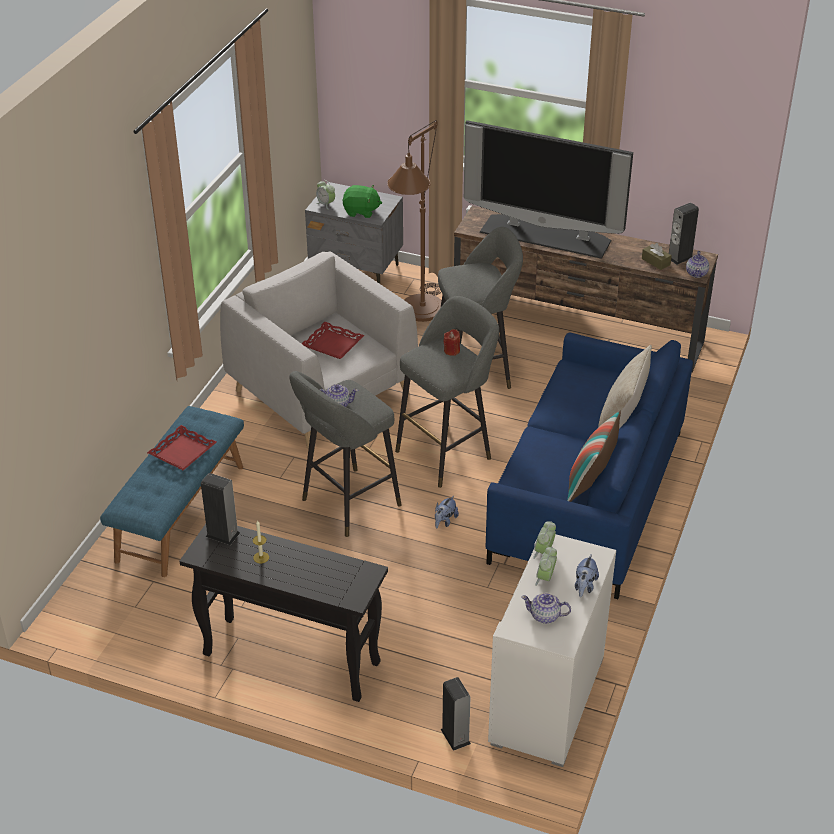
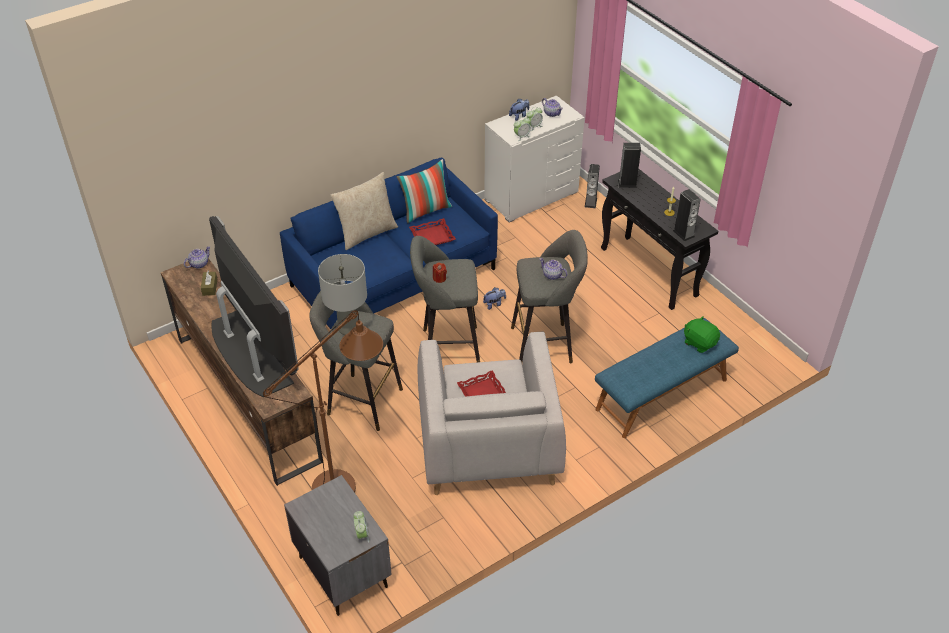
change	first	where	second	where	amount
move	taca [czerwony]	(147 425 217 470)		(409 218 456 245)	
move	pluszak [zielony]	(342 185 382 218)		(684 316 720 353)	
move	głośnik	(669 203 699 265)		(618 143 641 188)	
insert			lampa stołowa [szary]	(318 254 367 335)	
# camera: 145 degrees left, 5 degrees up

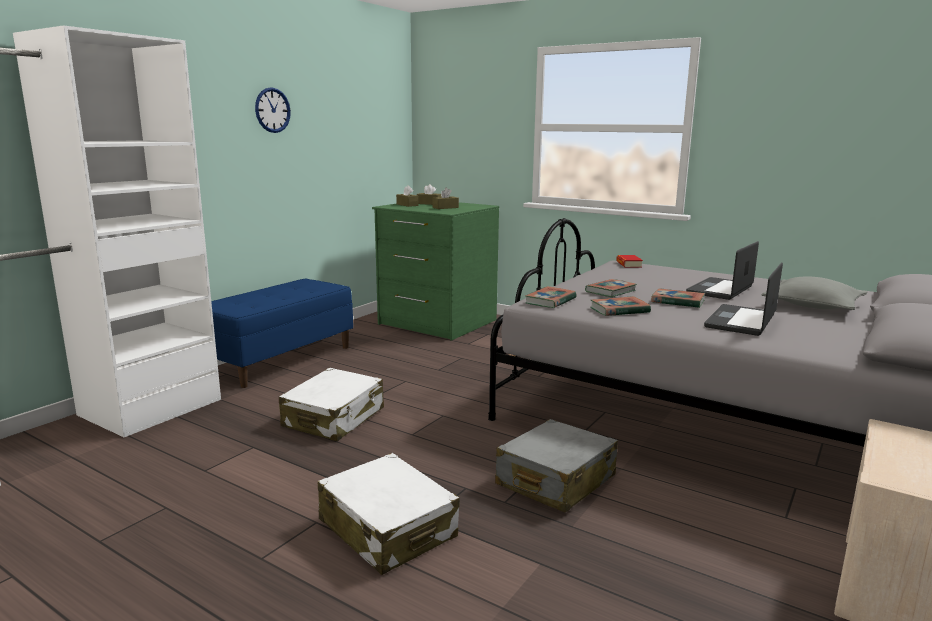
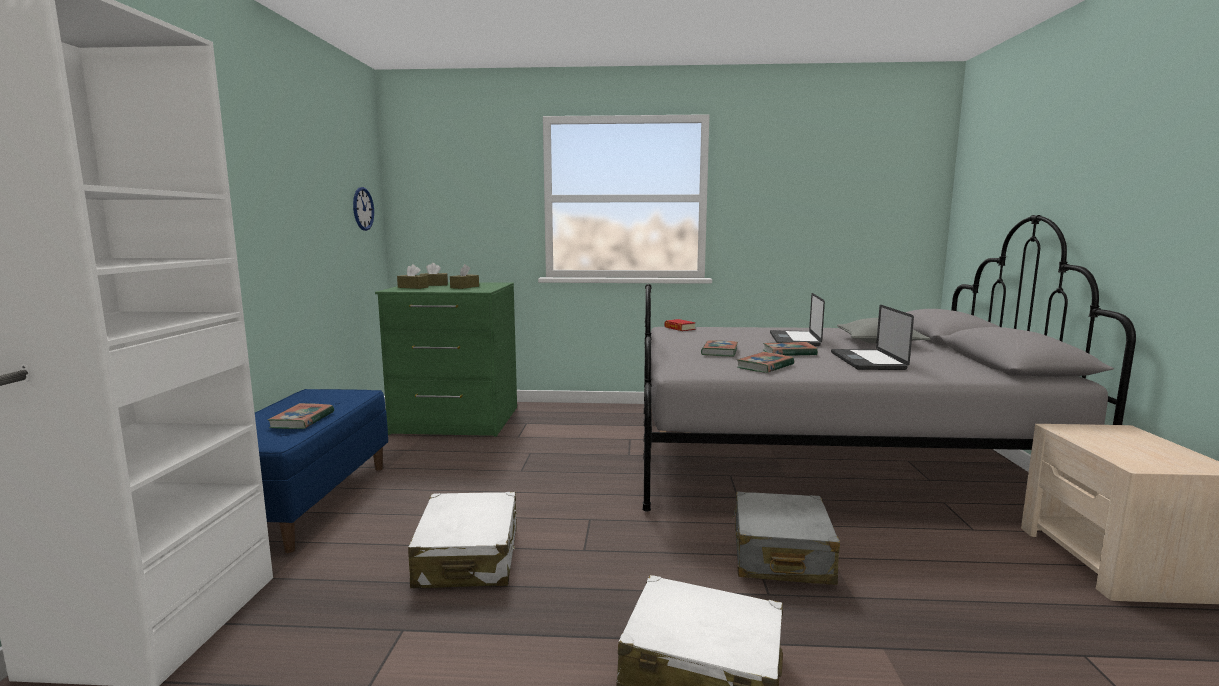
change	first	where	second	where	amount
move	zegar ścienny	(255 87 291 133)		(353 187 374 231)	
move	książka	(525 286 577 308)		(268 403 334 429)	
# camera: 30 degrees left, 5 degrees down

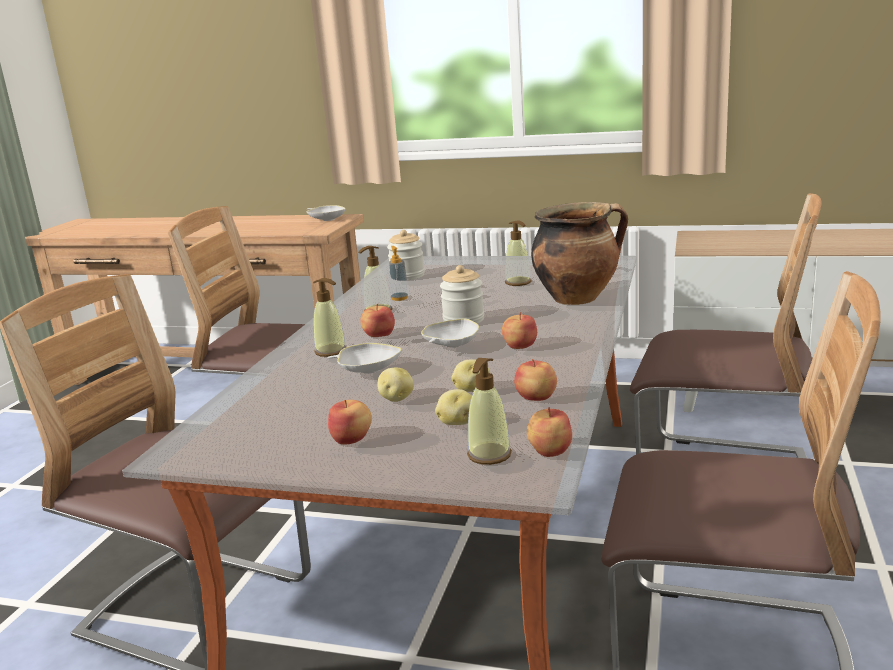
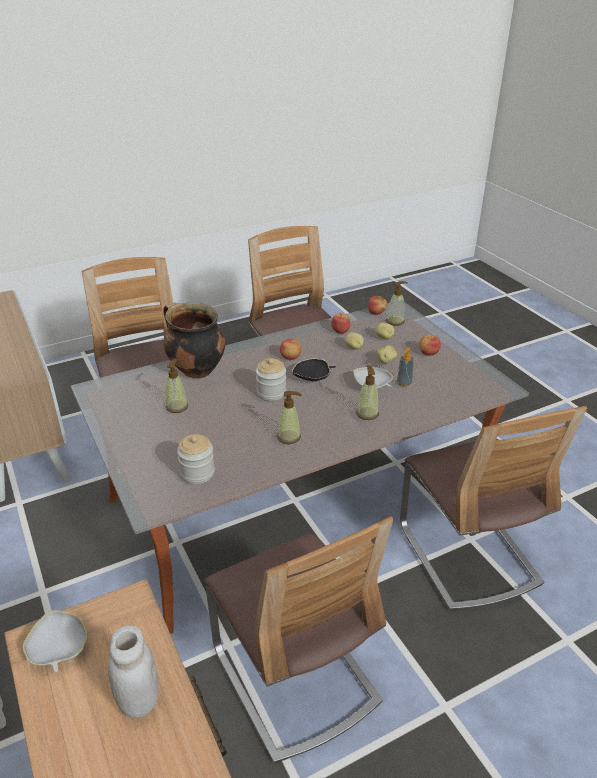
change	first	where	second	where	amount
delete	jabłko	(360 304 395 337)			
move	dozownik mydła	(388 246 409 301)		(397 347 414 387)	
recolor	miska [biały]	(421 318 479 348)	miska [czarny]	(292 358 336 381)	
insert			słoik [biały]	(108 625 159 718)	
# camera: 135 degrees left, 15 degrees up

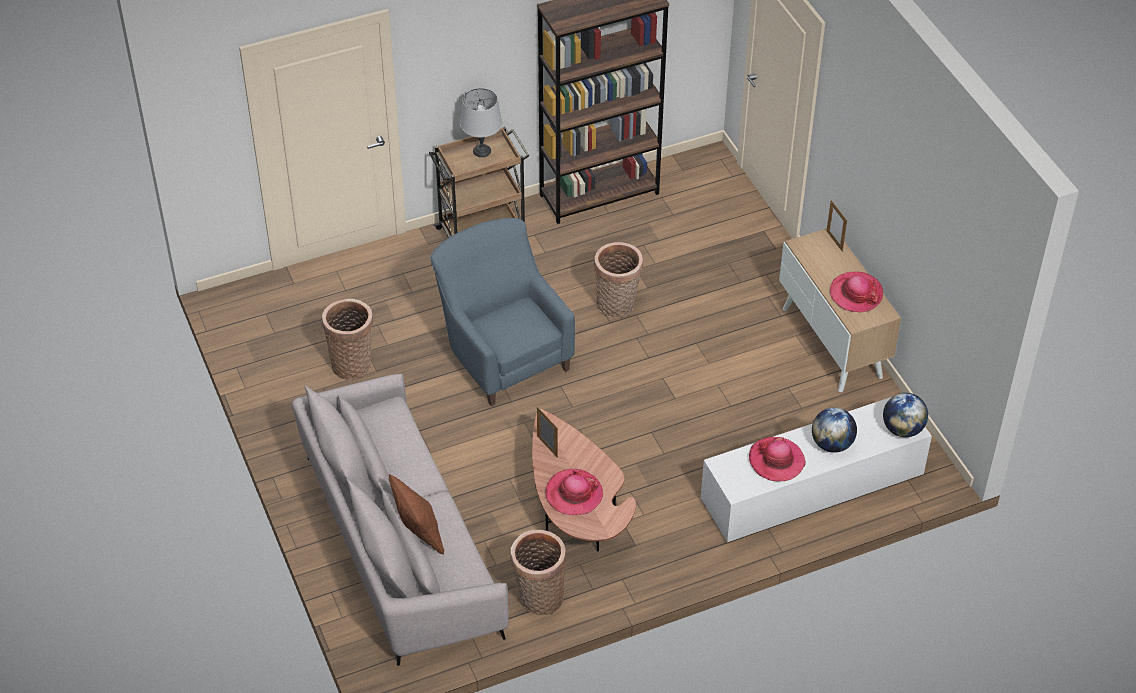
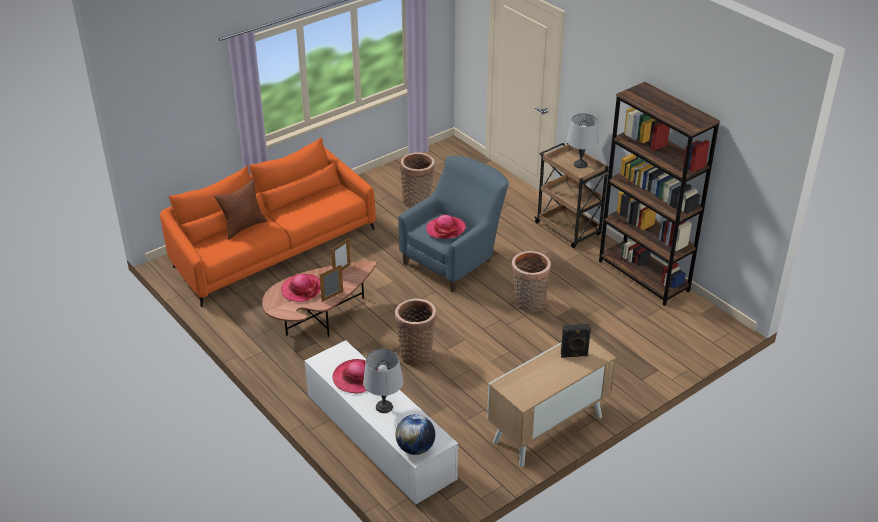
change	first	where	second	where	amount
recolor	kanapa [szary]	(292 374 509 666)	kanapa [pomarańczowy]	(160 137 376 307)	
move	koszyk	(510 530 567 616)		(395 299 436 367)	
replace	globus	(812 408 857 453)	lampa stołowa [szary]	(363 349 403 413)	
move	ramka na zdjęcie	(827 200 847 252)		(319 265 343 302)	
move	kapelusz	(830 271 883 312)		(426 215 466 239)	
insert			głośnik [czarny]	(561 324 591 358)	
# camera: 75 degrees right, 10 degrees down

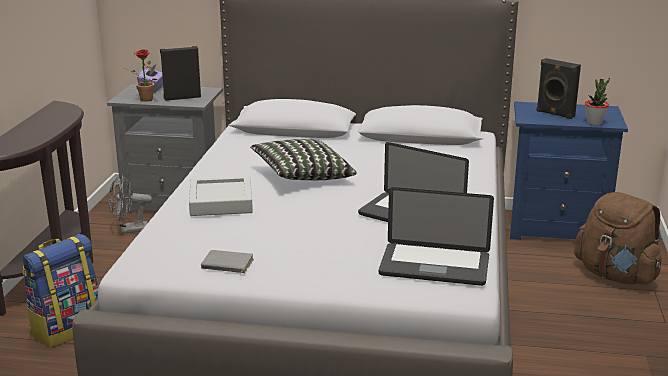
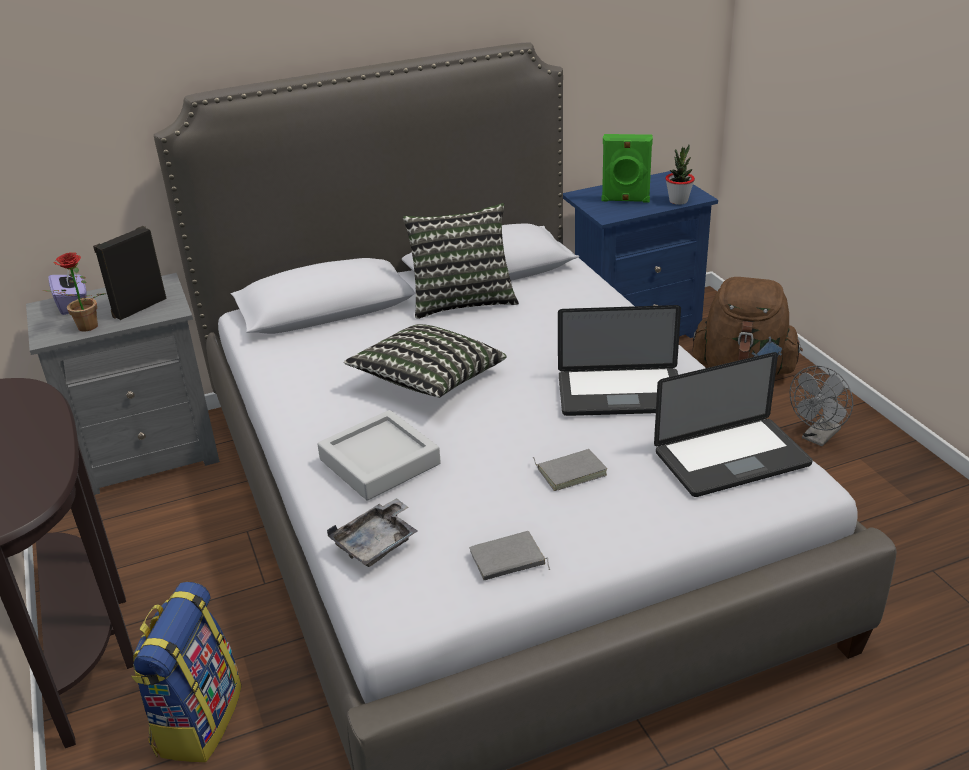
change	first	where	second	where	amount
move	wentylator [szary]	(109 174 152 234)		(789 366 853 446)	
recolor	głośnik [czarny]	(536 58 581 119)	głośnik [zielony]	(602 134 653 203)	
insert			taca [szary]	(327 498 418 567)	
insert			poduszka	(403 203 519 319)	
insert			książka [szary]	(532 449 607 491)	
# camera: 30 degrees left, 10 degrees up

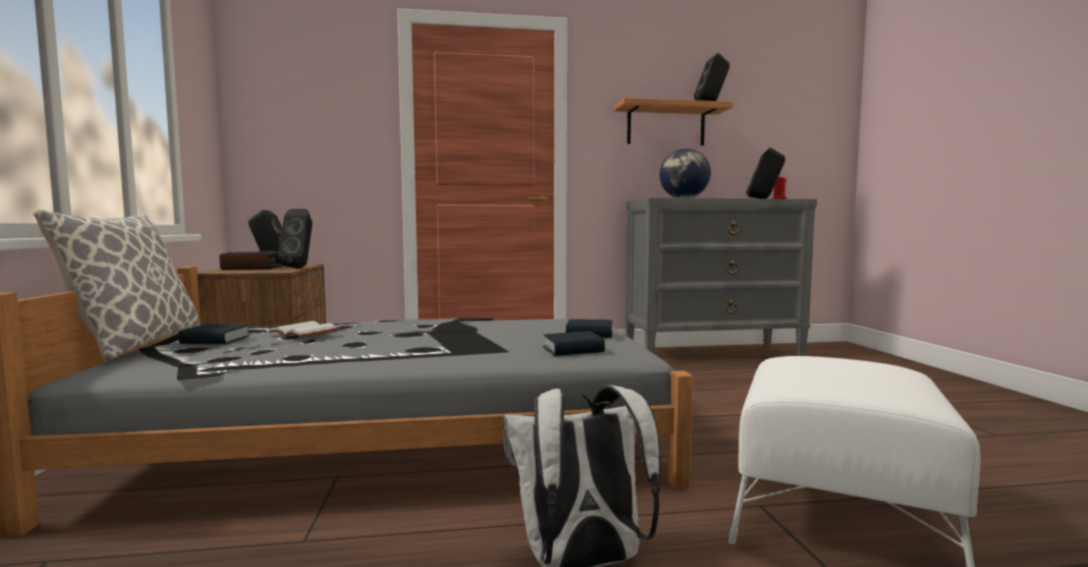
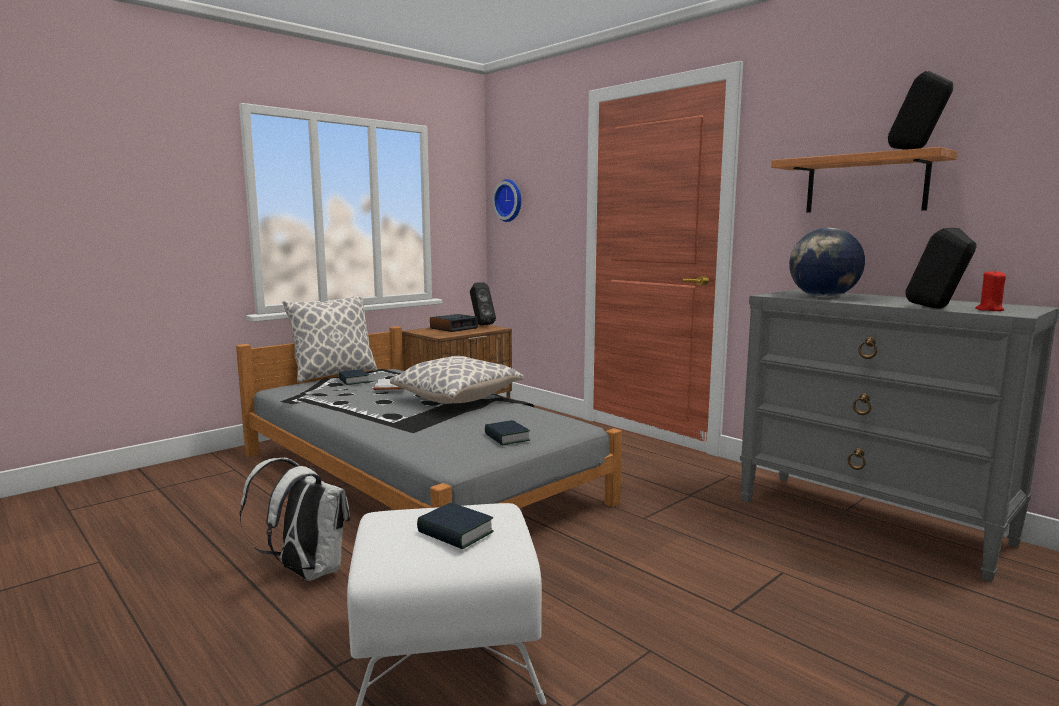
change	first	where	second	where	amount
delete	głośnik [czarny]	(277 209 312 268)			
move	książka	(543 331 605 356)		(417 503 494 549)	
insert			poduszka	(390 356 523 403)	
insert			zegar ścienny	(492 179 522 222)	
# camera: 55 degrees right, 5 degrees up

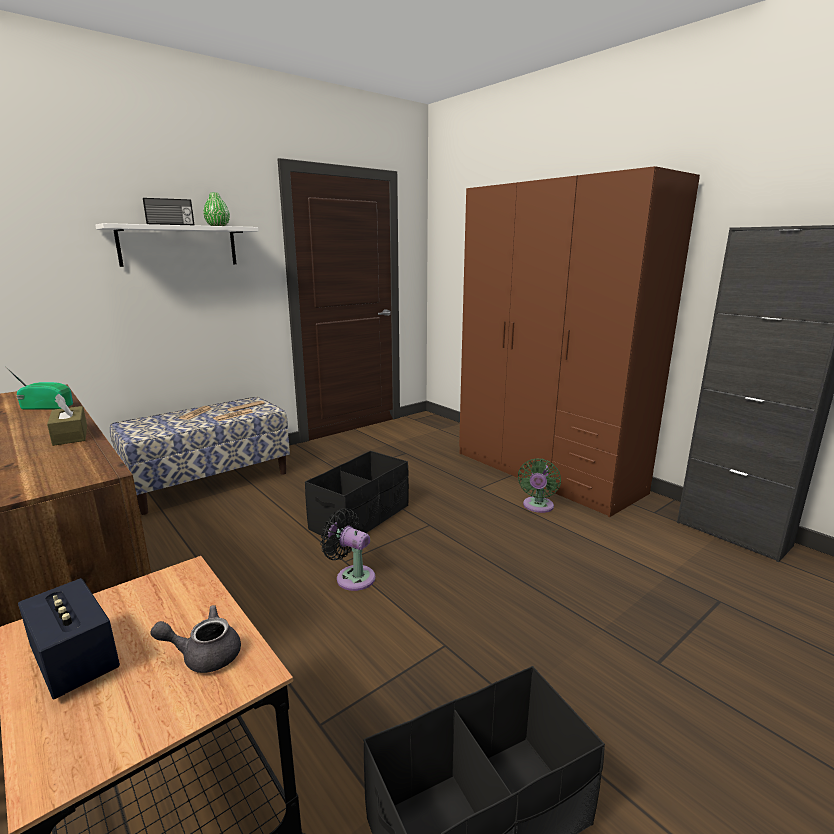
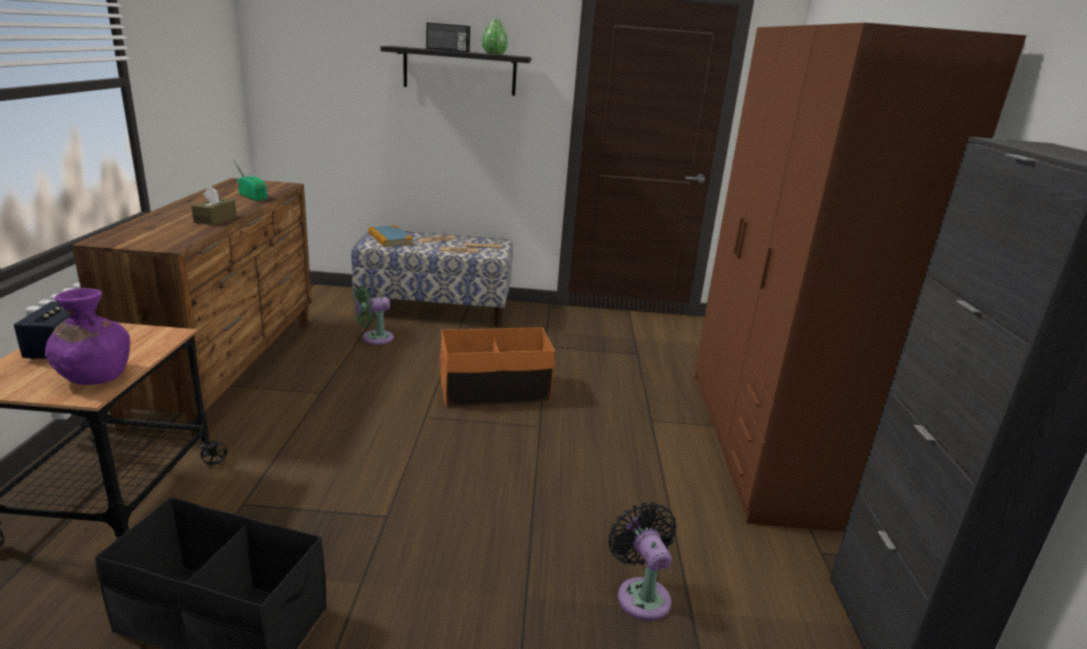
change	first	where	second	where	amount
recolor	półka [biały]	(95 223 259 267)	półka [czarny]	(381 46 531 96)	
replace	imbryk [szary]	(150 605 241 673)	wazon [fioletowy]	(45 288 130 385)	
recolor	pojemnik do przechowywania [czarny]	(305 451 409 543)	pojemnik do przechowywania [pomarańczowy]	(440 327 555 406)	
move	wentylator [czarny]	(320 508 375 591)		(608 502 676 621)	
move	wentylator [zielony]	(518 459 561 513)		(354 286 394 345)	
insert			książka	(368 225 413 247)	
# camera: 40 degrees right, 5 degrees up

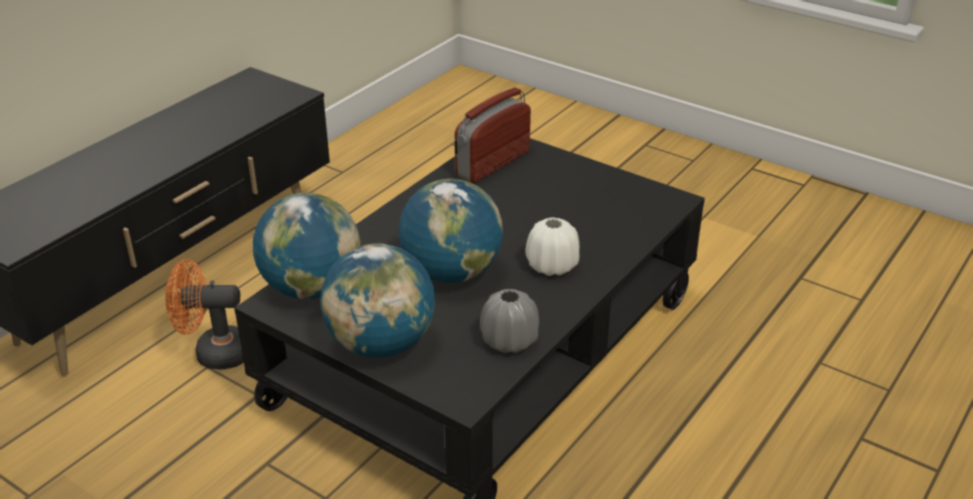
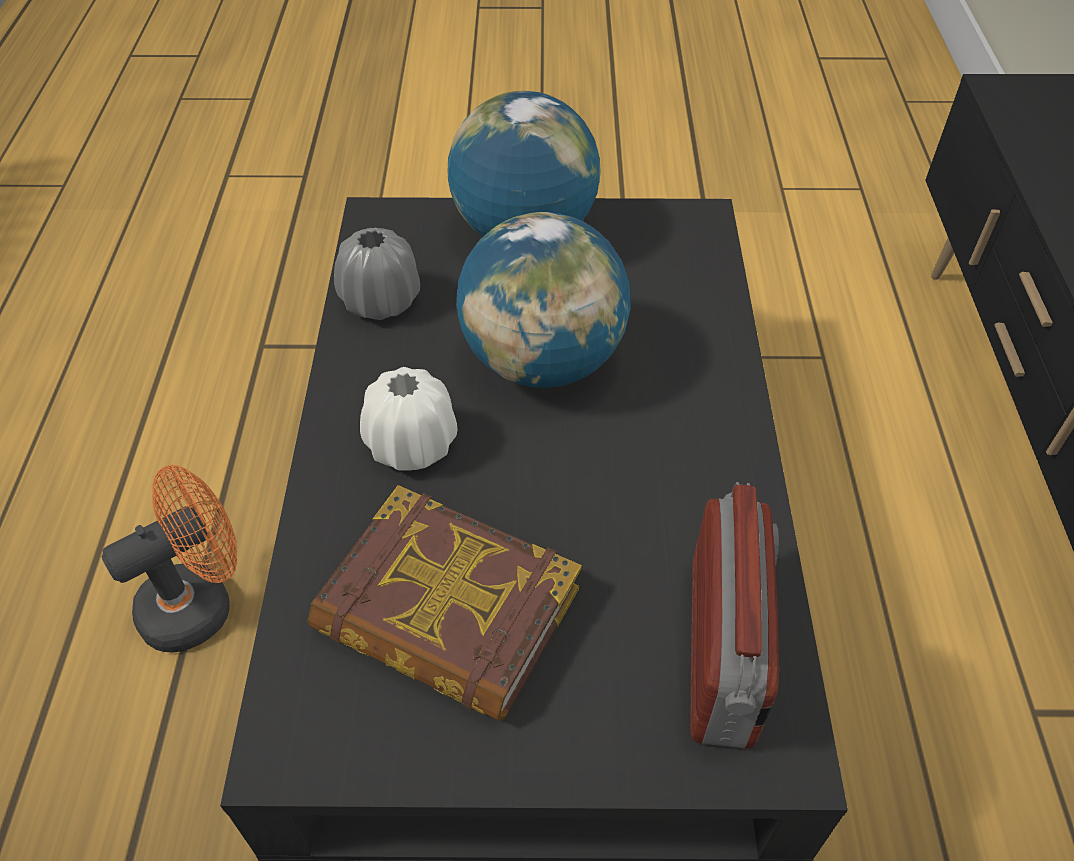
change	first	where	second	where	amount
move	wentylator [pomarańczowy]	(166 259 244 370)		(102 465 237 653)	
delete	globus	(253 193 360 299)			
insert			książka	(308 485 582 721)	
# camera: 145 degrees right, 15 degrees up

